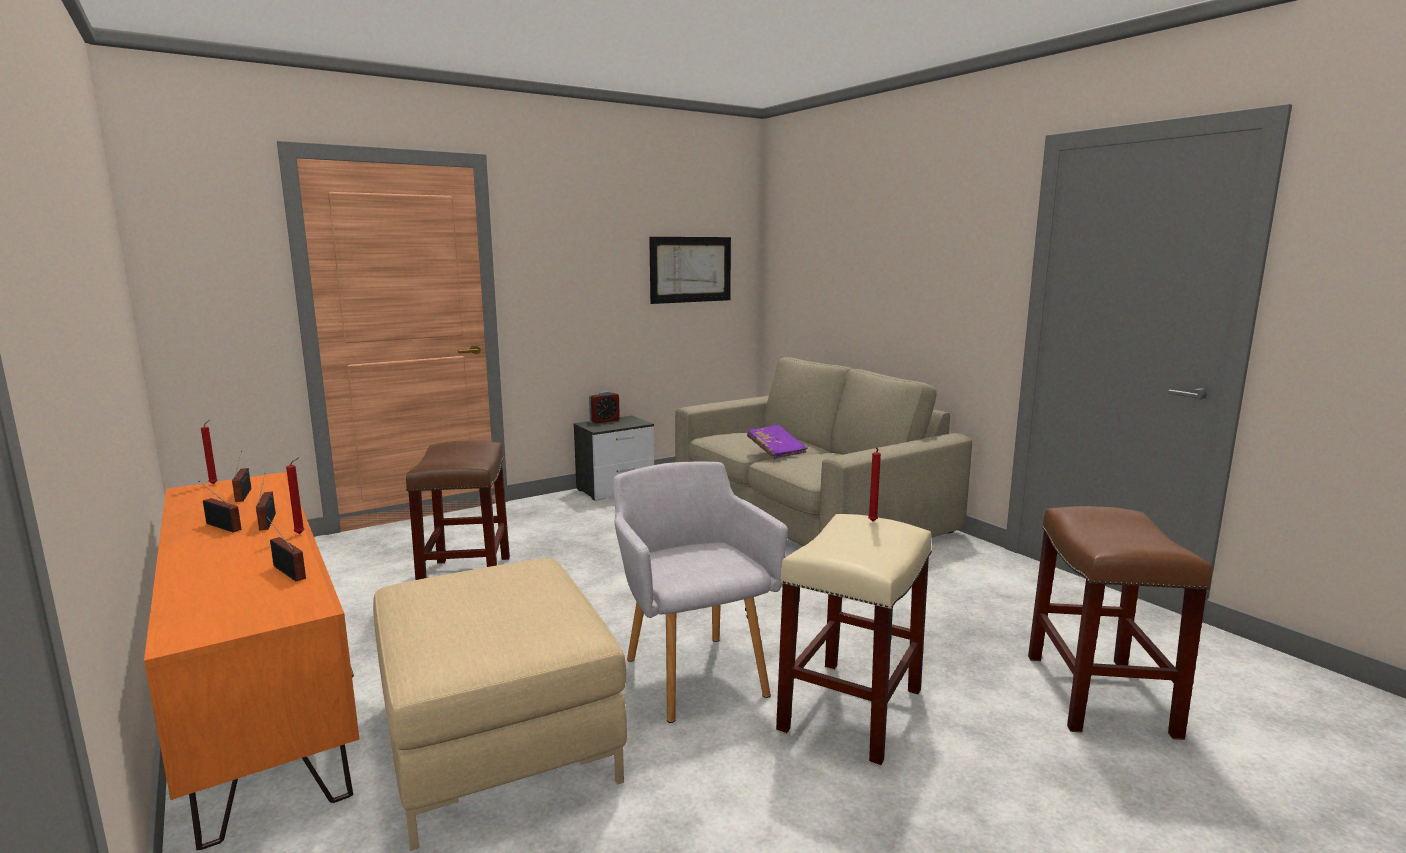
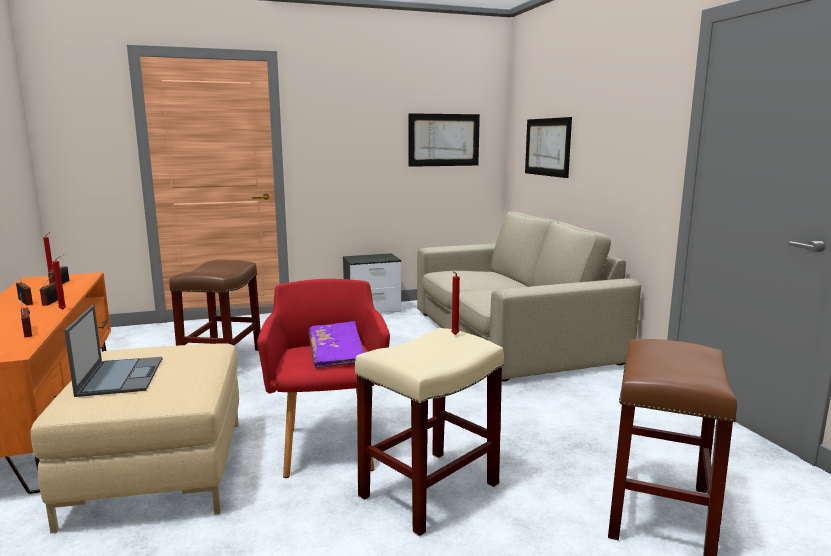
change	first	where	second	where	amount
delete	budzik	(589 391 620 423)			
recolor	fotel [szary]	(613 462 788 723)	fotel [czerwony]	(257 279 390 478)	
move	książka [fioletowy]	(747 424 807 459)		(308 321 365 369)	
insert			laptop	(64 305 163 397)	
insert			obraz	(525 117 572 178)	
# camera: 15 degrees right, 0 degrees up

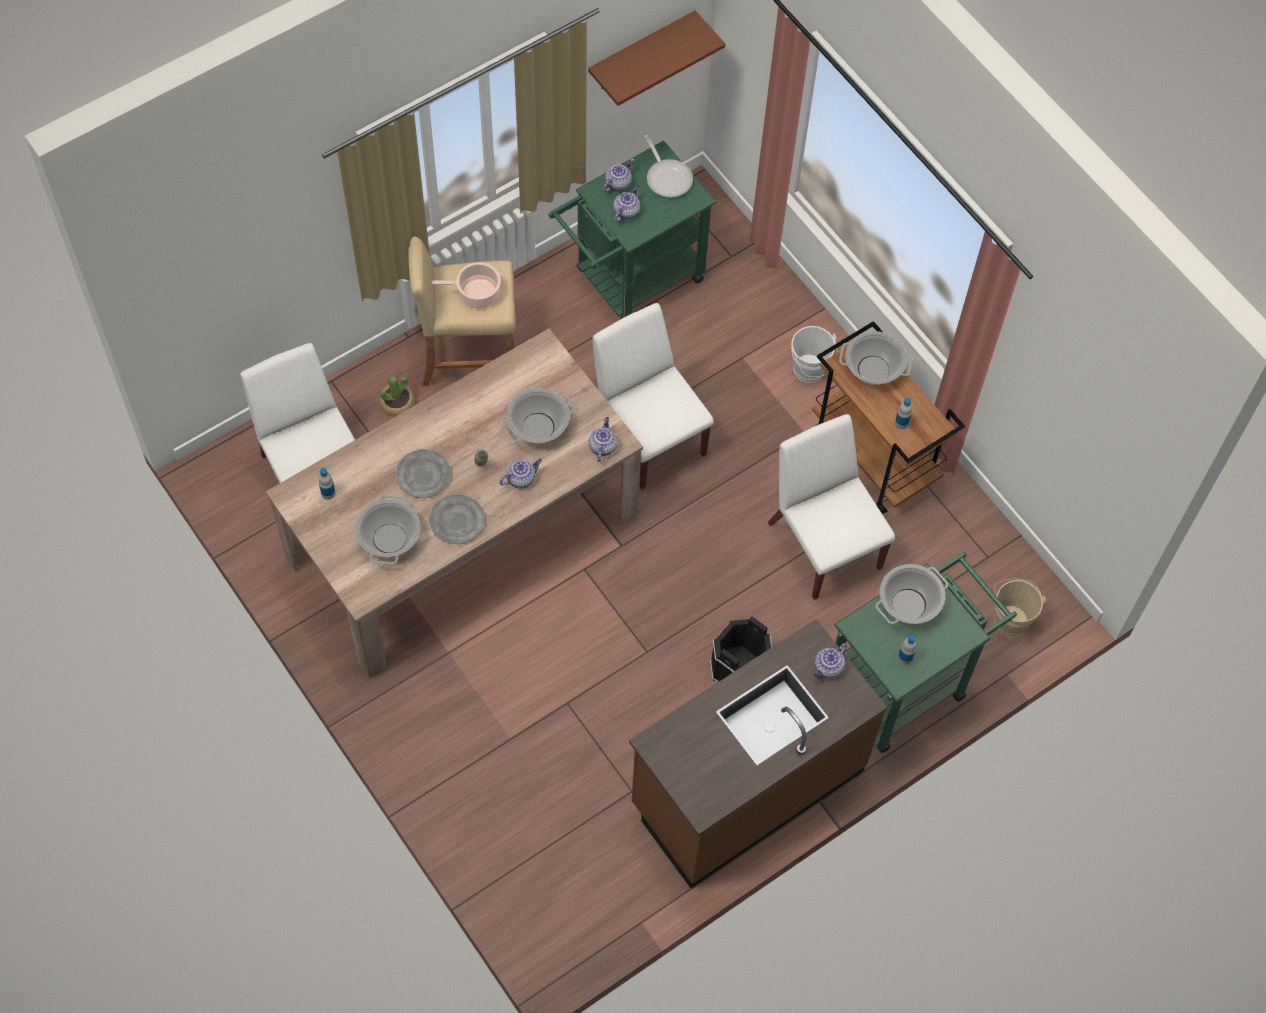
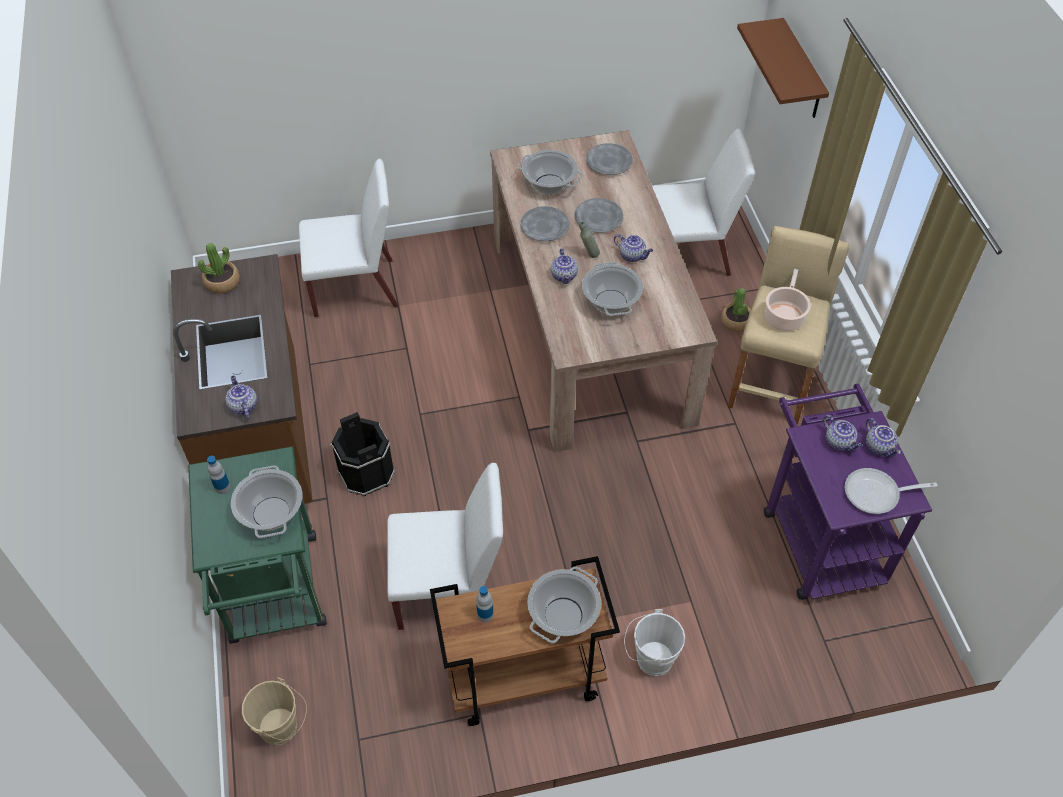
change	first	where	second	where	amount
replace	butelka	(318 468 336 500)	talerz [szary]	(586 143 633 175)	
recolor	wózek [zielony]	(549 140 717 319)	wózek [fioletowy]	(764 384 932 600)	
move	półka [brązowy]	(588 10 725 106)		(737 18 829 118)	
move	imbryk	(589 417 617 462)		(614 234 653 262)	
move	krzesło [biały]	(592 303 714 490)		(299 159 398 317)	
insert			roślina doniczkowa	(198 243 240 294)	
# camera: 115 degrees right, 10 degrees down

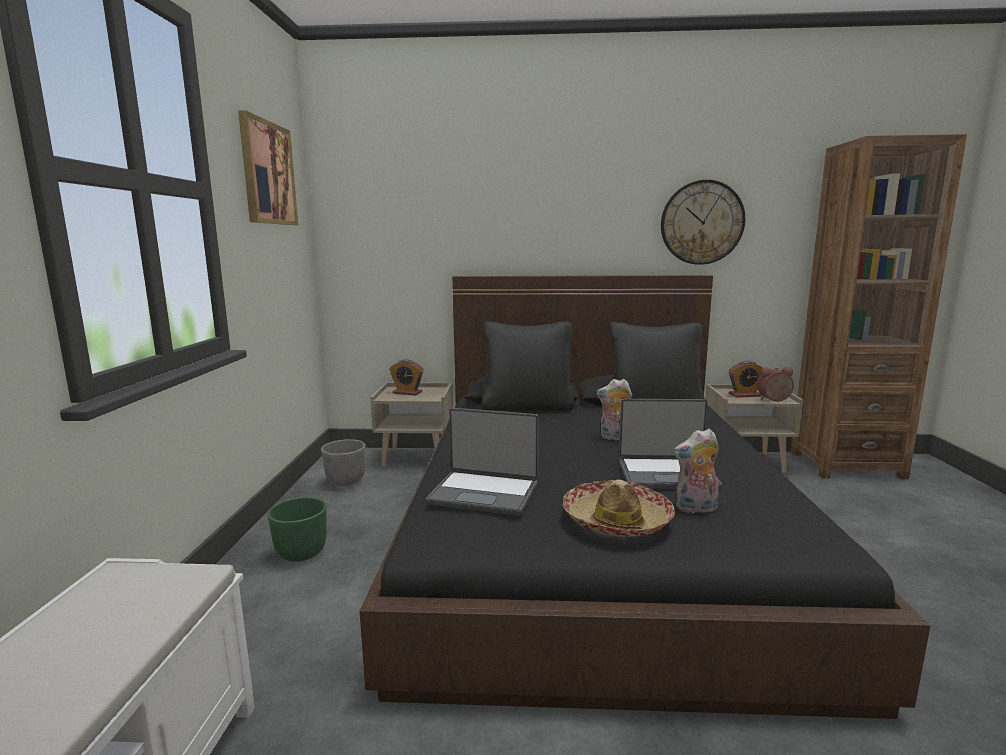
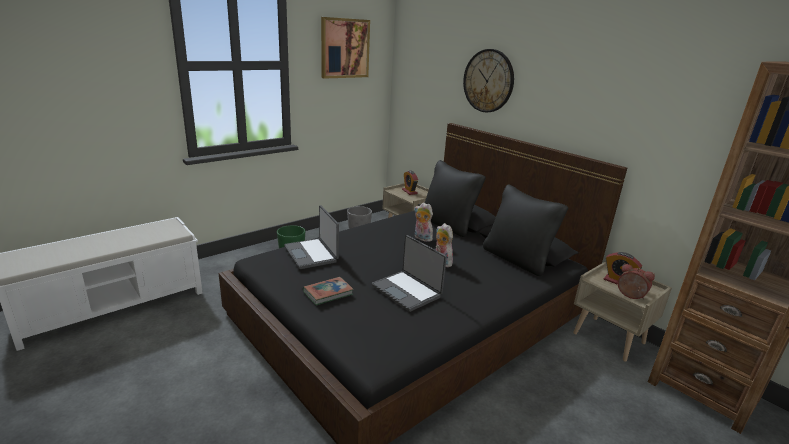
change	first	where	second	where	amount
replace	kapelusz	(563 480 675 537)	książka	(303 277 354 305)	
move	zegar ścienny	(661 180 745 265)		(463 49 514 112)	
move	pluszak	(674 429 719 514)		(414 202 433 242)	
# camera: 45 degrees right, 10 degrees up

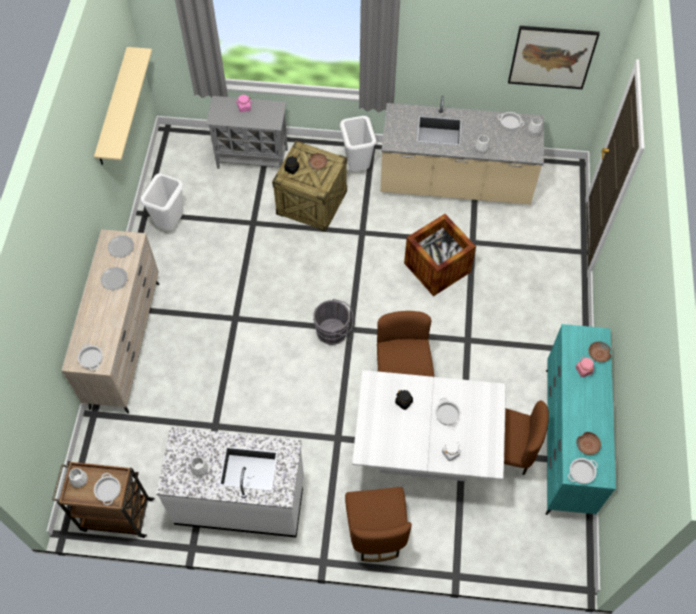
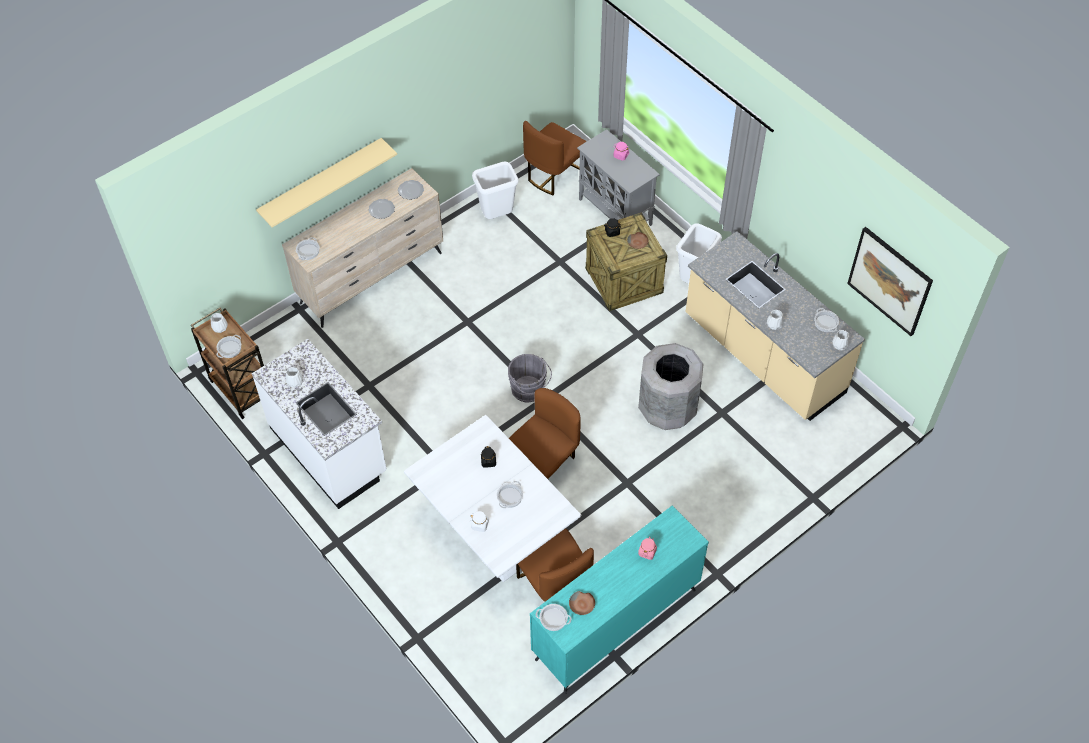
change	first	where	second	where	amount
move	półka [beżowy]	(94 47 152 165)		(256 138 397 227)	
move	krzesło [brązowy]	(345 487 412 562)		(523 121 587 195)	
replace	skrzynka	(404 214 476 296)	kosz na śmieci [szary]	(638 343 704 430)	
delete	miska [brązowy]	(588 341 611 362)			
# camera: 45 degrees right, 5 degrees down

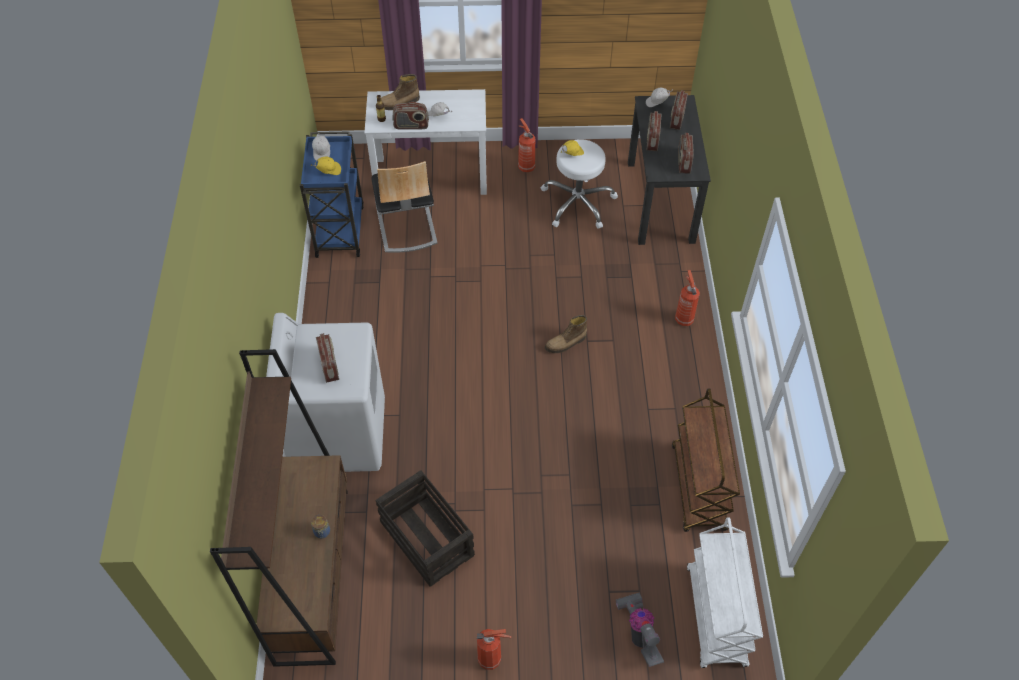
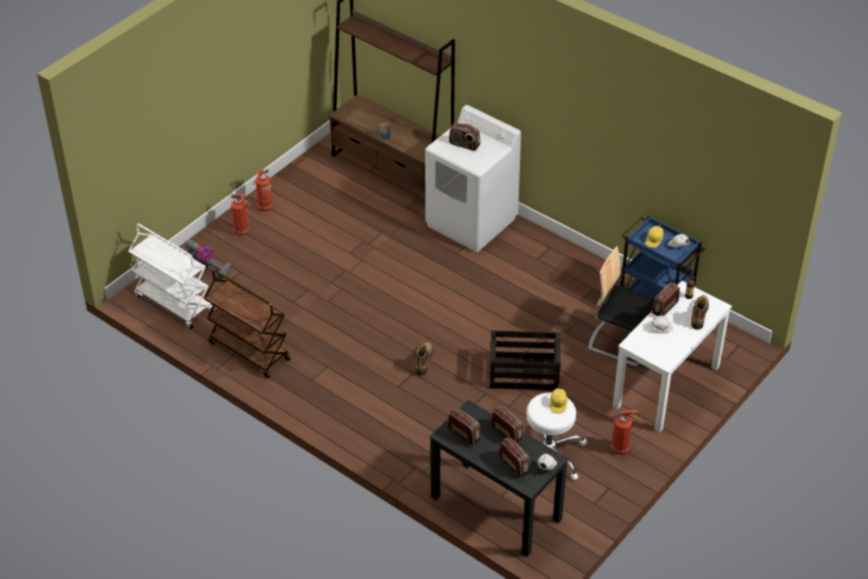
change	first	where	second	where	amount
move	skrzynka	(376 471 475 586)		(490 330 561 390)	
move	gaśnica	(675 270 700 326)		(231 194 251 236)	
# camera: 130 degrees right, 10 degrees down

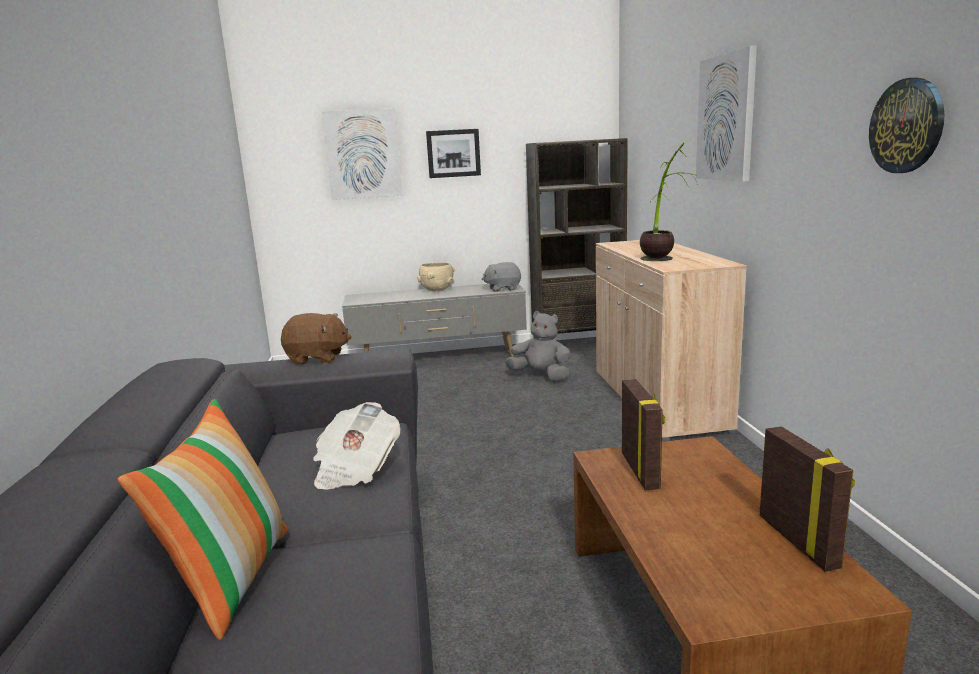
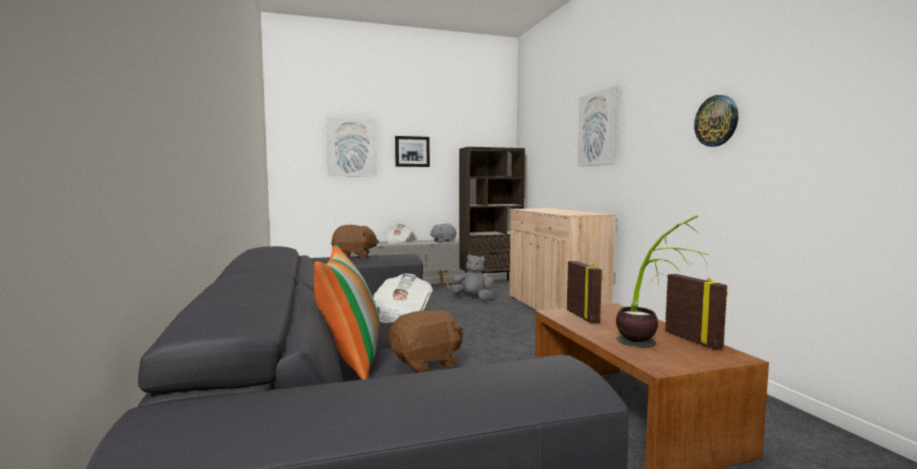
change	first	where	second	where	amount
replace	miska [beżowy]	(417 262 455 291)	gazeta	(385 224 413 244)	
move	roślina doniczkowa	(640 142 698 261)		(616 215 708 348)	
insert			pluszak [brązowy]	(389 310 463 373)	
# camera: 10 degrees left, 10 degrees down

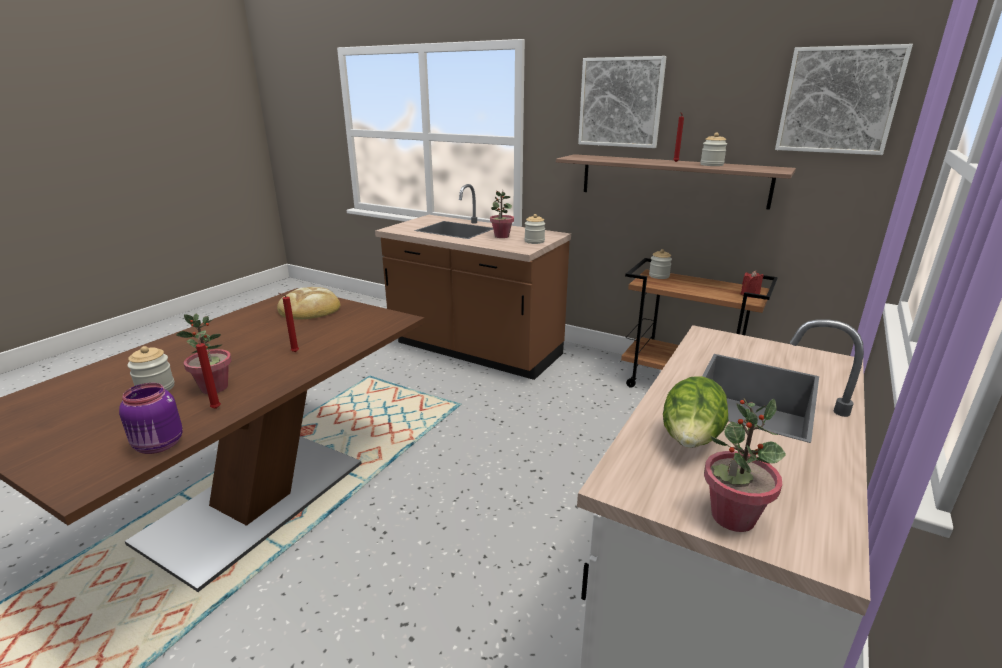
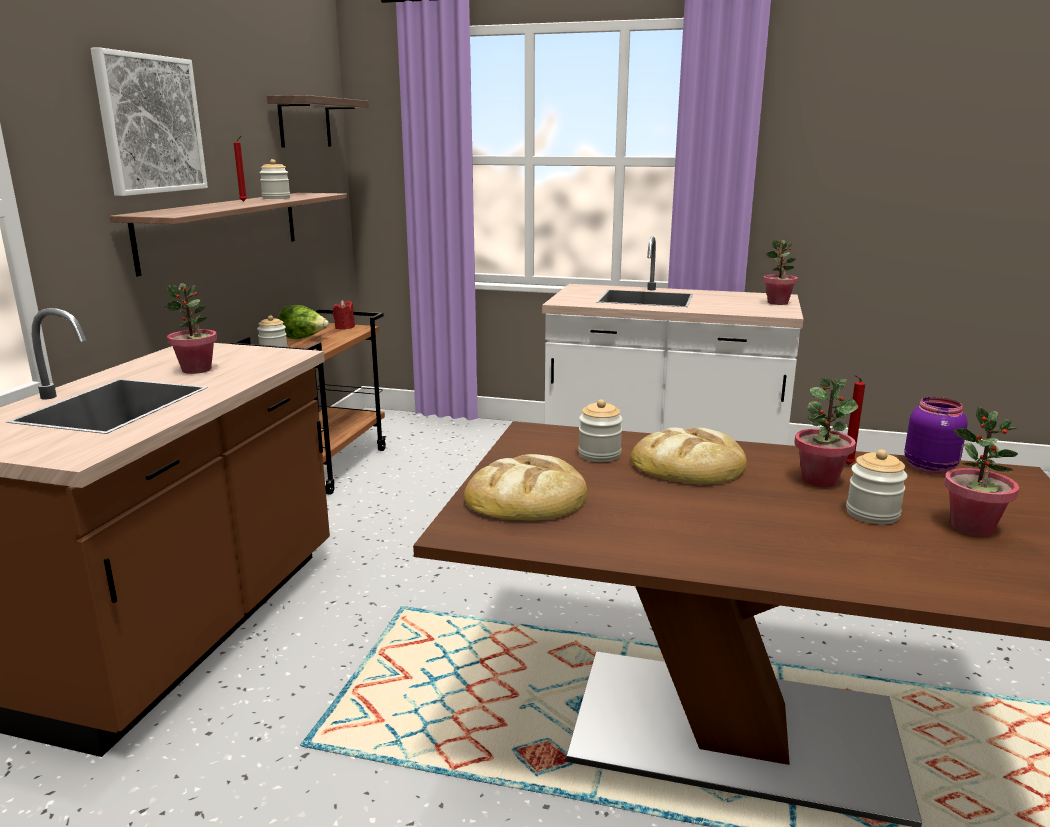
change	first	where	second	where	amount
replace	świeca [czerwony]	(279 293 299 352)	chleb	(631 427 747 485)	
move	słoik	(525 214 545 244)		(578 399 623 462)	
move	sałata	(663 376 728 448)		(278 305 329 339)	
replace	obraz	(775 44 913 155)	półka	(267 95 369 148)	
insert			roślina doniczkowa	(944 407 1019 536)	
# camera: 105 degrees left, 5 degrees down

